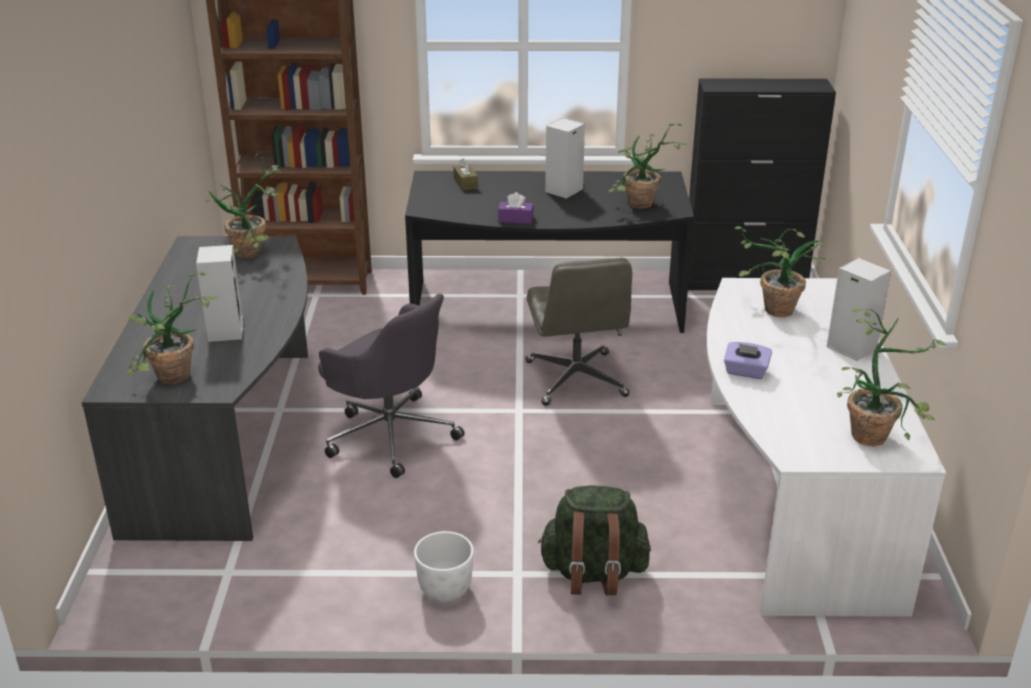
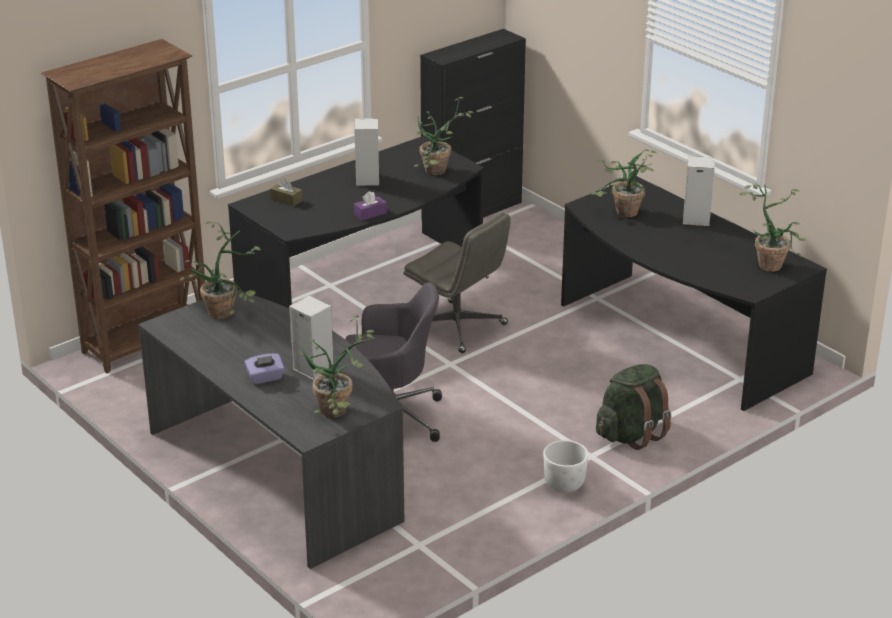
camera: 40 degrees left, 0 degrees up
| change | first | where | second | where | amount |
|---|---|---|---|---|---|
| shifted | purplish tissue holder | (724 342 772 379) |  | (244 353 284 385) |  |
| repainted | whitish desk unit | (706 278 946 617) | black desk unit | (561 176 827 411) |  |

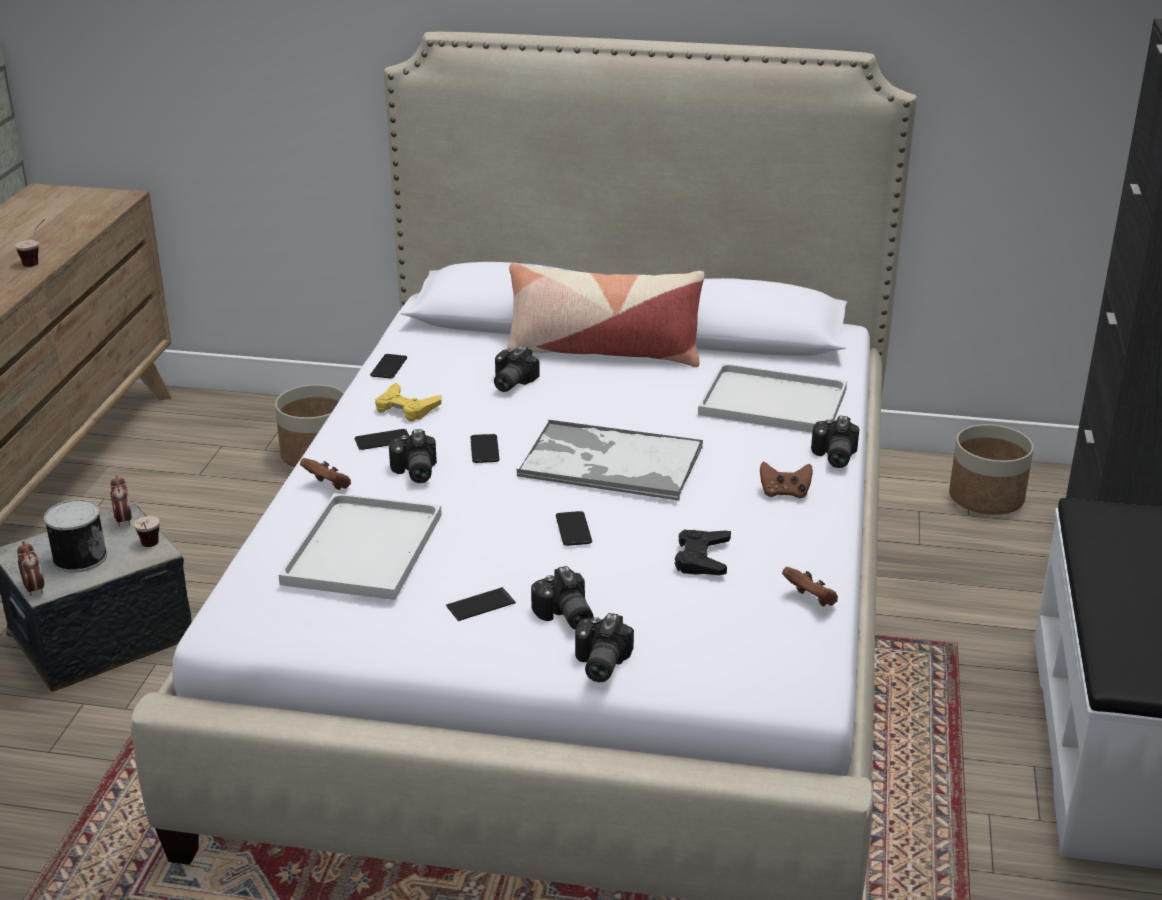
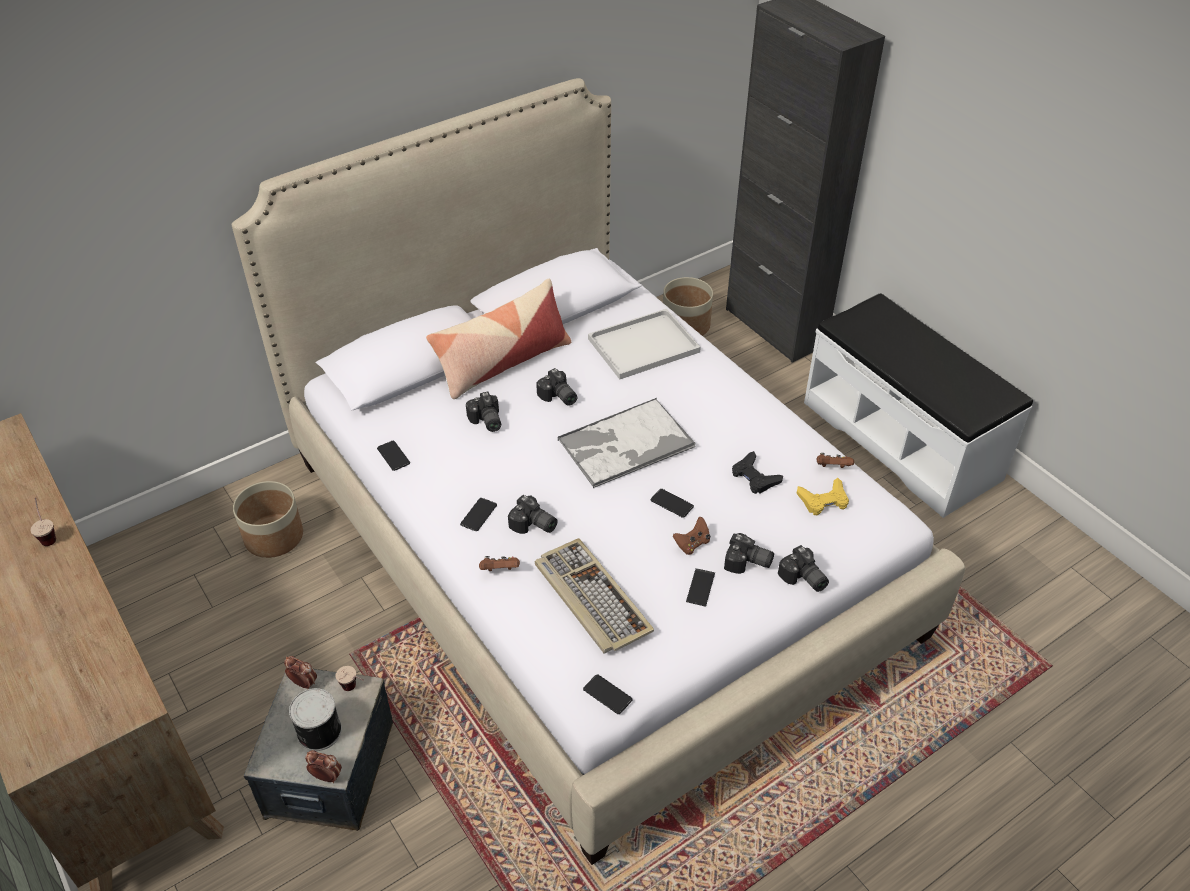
camera: 45 degrees left, 15 degrees up
| change | first | where | second | where | amount |
|---|---|---|---|---|---|
| shifted | yellowish gamepad | (375 383 441 422) |  | (796 478 849 515) |  |
| shifted | telephone | (470 434 500 463) |  | (583 674 632 714) |  |
| shifted | brown gamepad | (760 462 813 498) |  | (673 517 710 555) |  |
| shifted | still camera | (811 416 859 468) |  | (536 368 577 406) |  |
| swapped | whitish serving tray | (278 493 442 600) | PC keyboard | (535 538 654 654) |  |

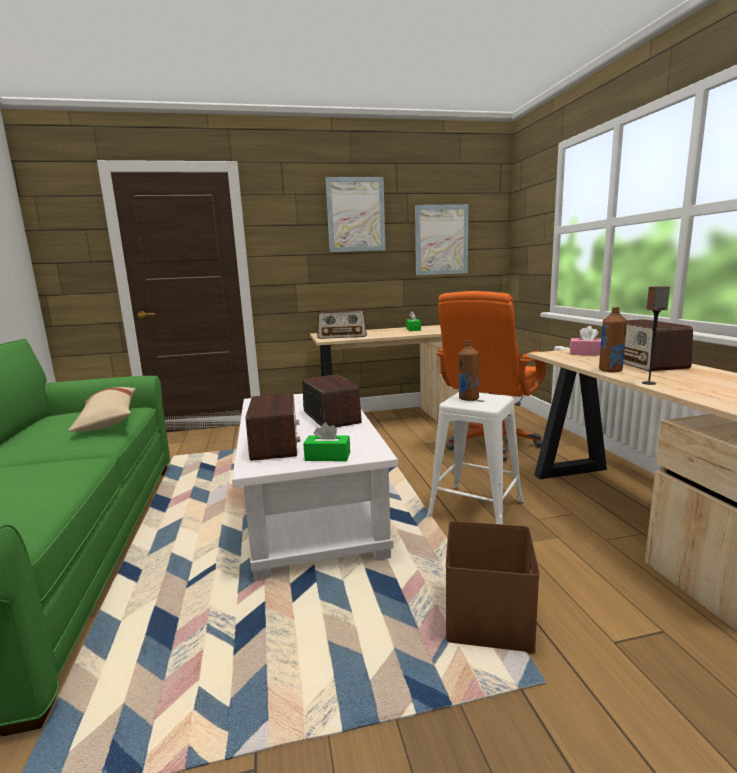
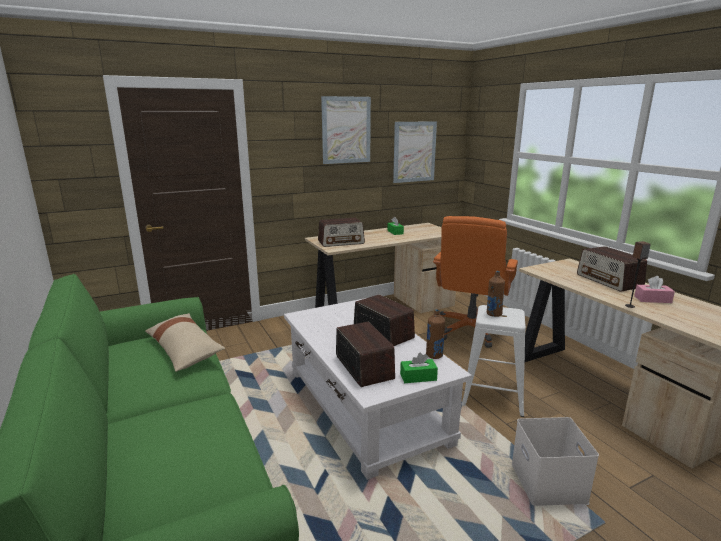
camera: 15 degrees left, 5 degrees up
| change | first | where | second | where | amount |
|---|---|---|---|---|---|
| shifted | pinkish tissue holder | (570 326 601 356) |  | (634 276 675 303) |  |
| shifted | brown bottle | (599 307 627 372) |  | (426 309 445 359) |  |
| repainted | brown storage container | (446 521 540 655) | whitish storage container | (512 417 599 506) |  |

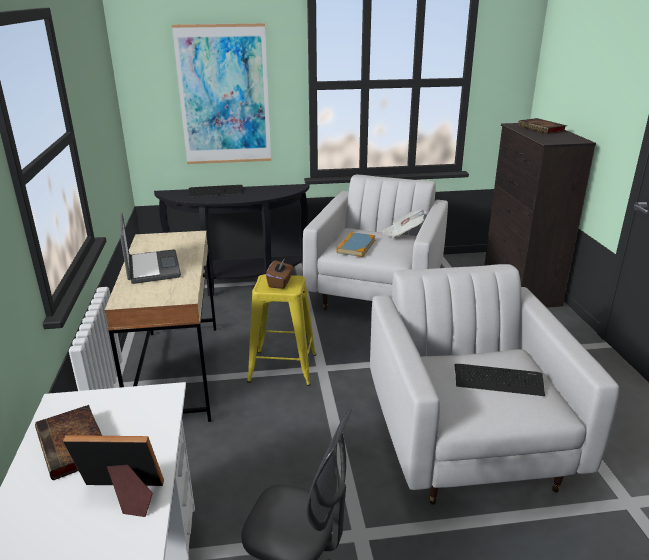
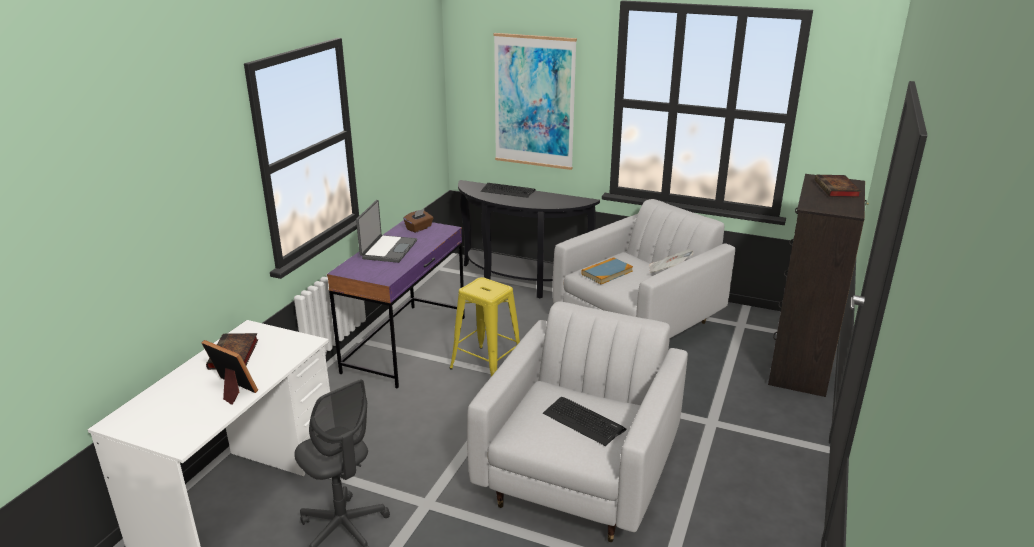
camera: 30 degrees right, 0 degrees up
| change | first | where | second | where | amount |
|---|---|---|---|---|---|
| shifted | brown tissue holder | (266 260 293 289) |  | (403 209 433 233) |  |
| repainted | sand-coloured desk unit | (104 231 216 422) | purplish desk unit | (327 220 465 388) |  |

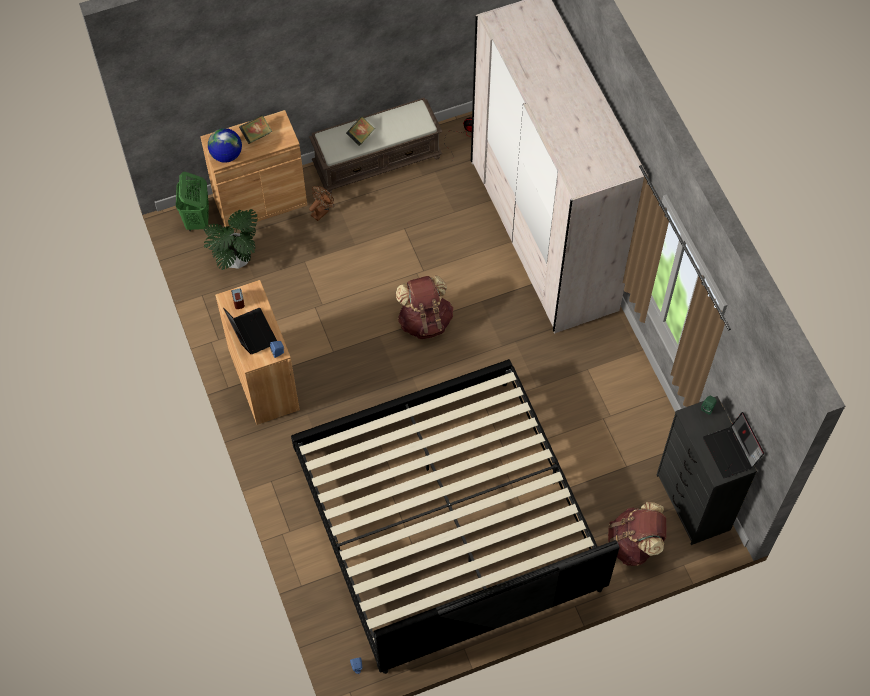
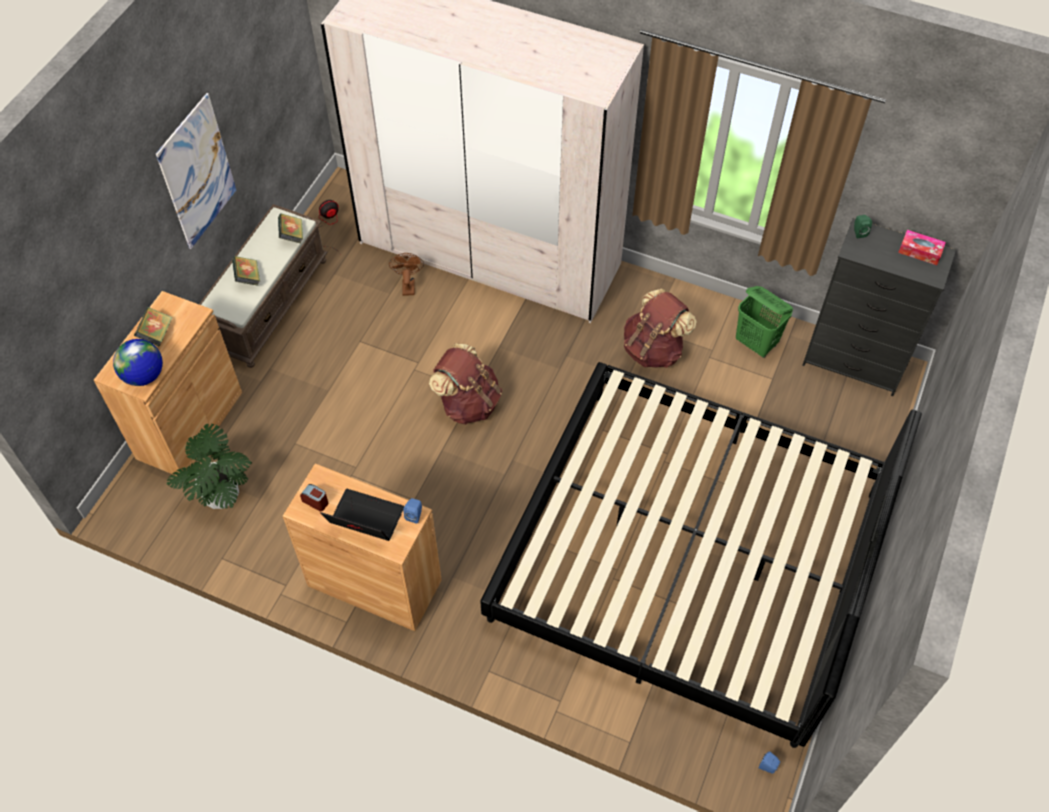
camera: 45 degrees left, 5 degrees down
| change | first | where | second | where | amount |
|---|---|---|---|---|---|
| new |  |  | picture | (156 93 236 249) |  |
| new |  |  | book | (278 213 303 244) |  |
| shifted | green laundry basket | (176 172 209 231) |  | (736 286 793 358) |  |
| shifted | brown electric fan | (309 186 334 221) |  | (389 253 424 296) |  |
| shifted | brown backpack | (608 502 666 566) |  | (624 288 697 368) |  |
| swapped | portable computer | (703 412 764 478) | tissue holder | (898 230 946 265) |  |

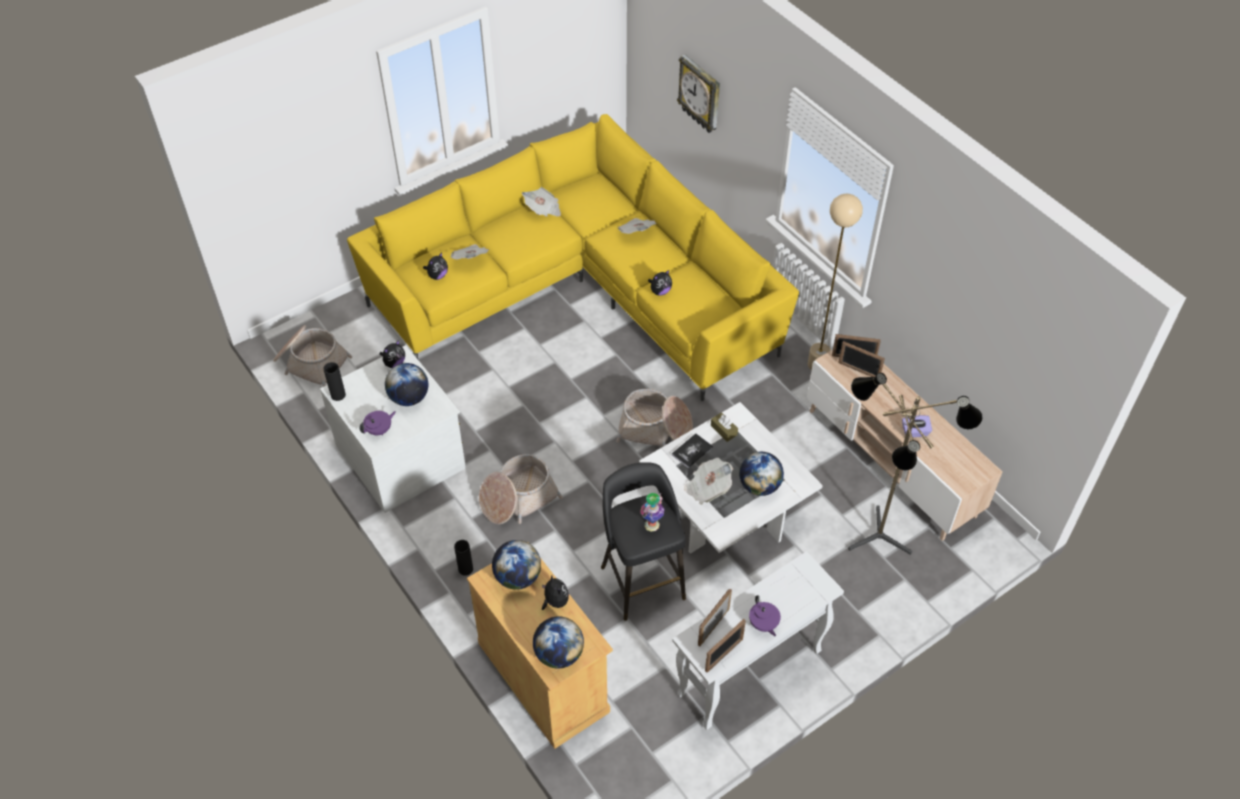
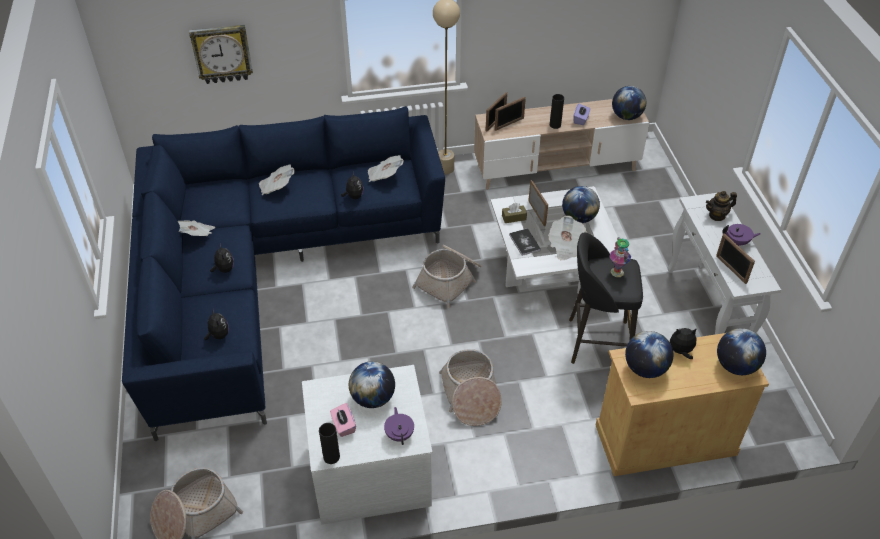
camera: 65 degrees left, 5 degrees down
| change | first | where | second | where | amount |
|---|---|---|---|---|---|
| gone | standing lamp | (848 373 983 555) |  |  |  |
| new |  |  | pinkish tissue holder | (330 403 356 437) |  |
| new |  |  | globe | (612 86 646 120) |  |
| new |  |  | pot for tea | (706 191 737 221) |  |
| shifted | cuddly toy | (379 340 405 368) |  | (210 245 234 273) |  |
| shifted | newspaper | (450 244 489 259) |  | (368 155 403 182) |  |
| shifted | black flower vase | (454 540 473 576) |  | (550 94 564 129) |  |
| shifted | photo frame | (705 619 746 673) |  | (528 180 548 226) |  |
| repainted | yellowish settee | (347 114 799 401) | blue settee | (122 106 445 441) |  |

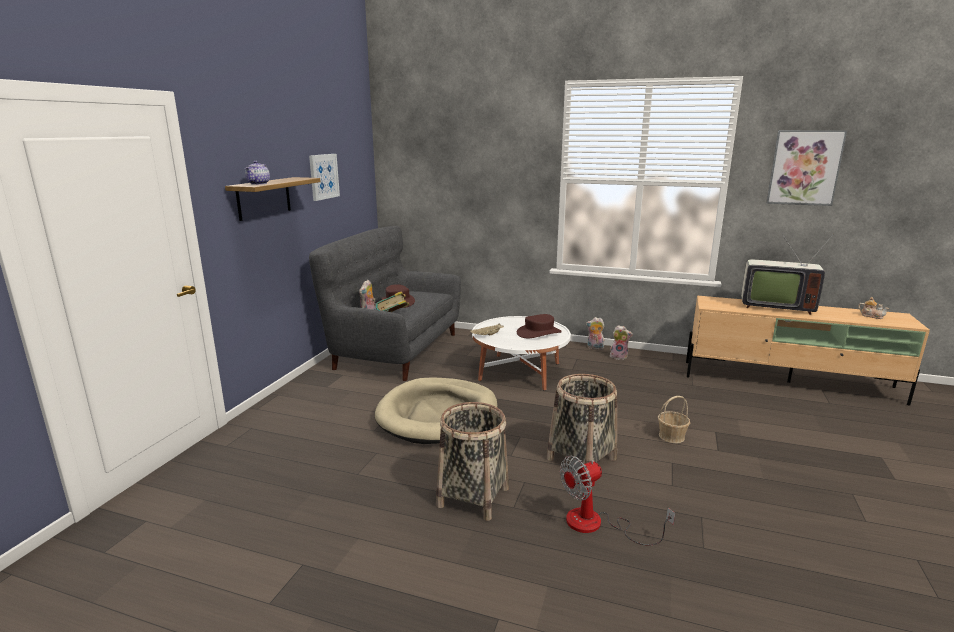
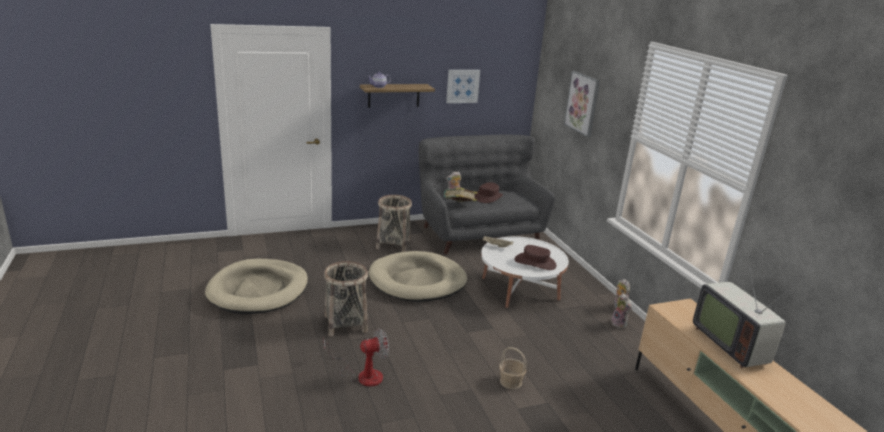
camera: 50 degrees right, 5 degrees up
| change | first | where | second | where | amount |
|---|---|---|---|---|---|
| gone | pot for tea | (858 297 889 319) |  |  |  |
| new |  |  | sand-coloured pet bed | (205 258 308 314) |  |
| shifted | storage basket | (547 374 617 464) |  | (376 195 412 252) |  |
| shifted | picture | (766 130 847 206) |  | (564 71 600 137) |  |
| rotated | electric fan | (560 456 675 546) |  | (324 328 389 387) | 135 degrees clockwise |

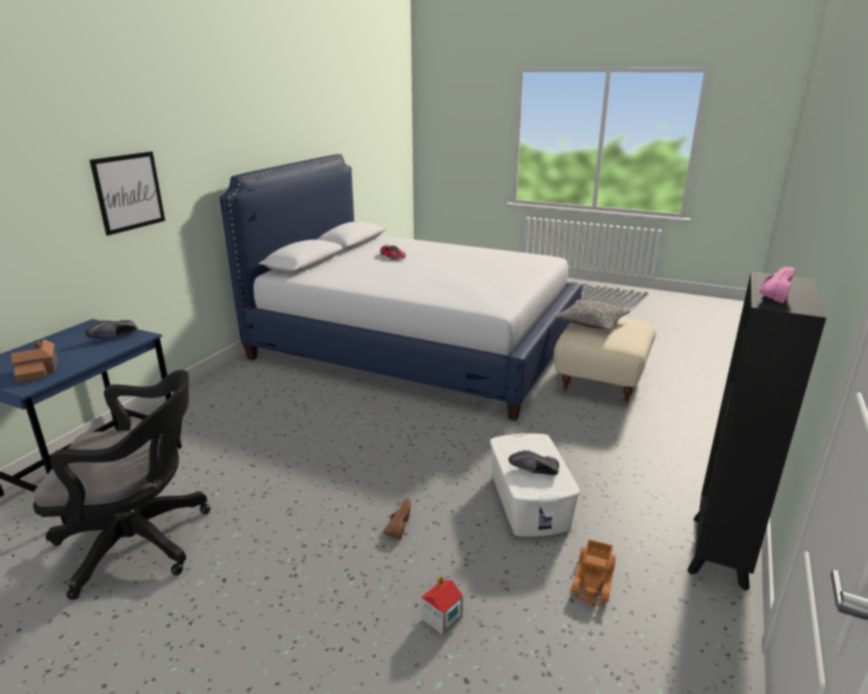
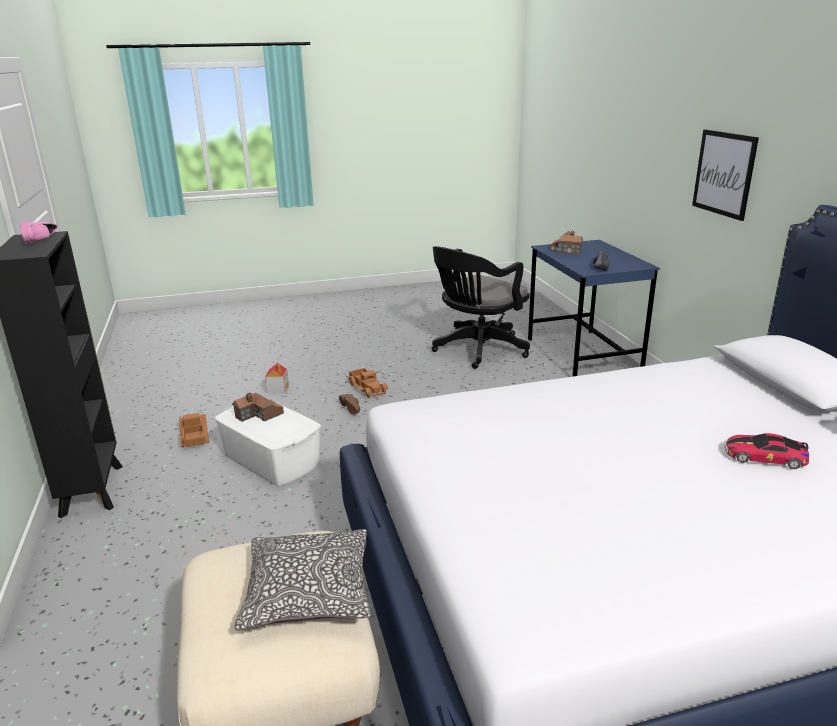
camera: 140 degrees right, 0 degrees up
| change | first | where | second | where | amount |
|---|---|---|---|---|---|
| new |  |  | toy lorry | (348 368 388 398) |  |
| swapped | black shoe | (508 450 559 475) | miniature house | (232 392 284 422) |  |

